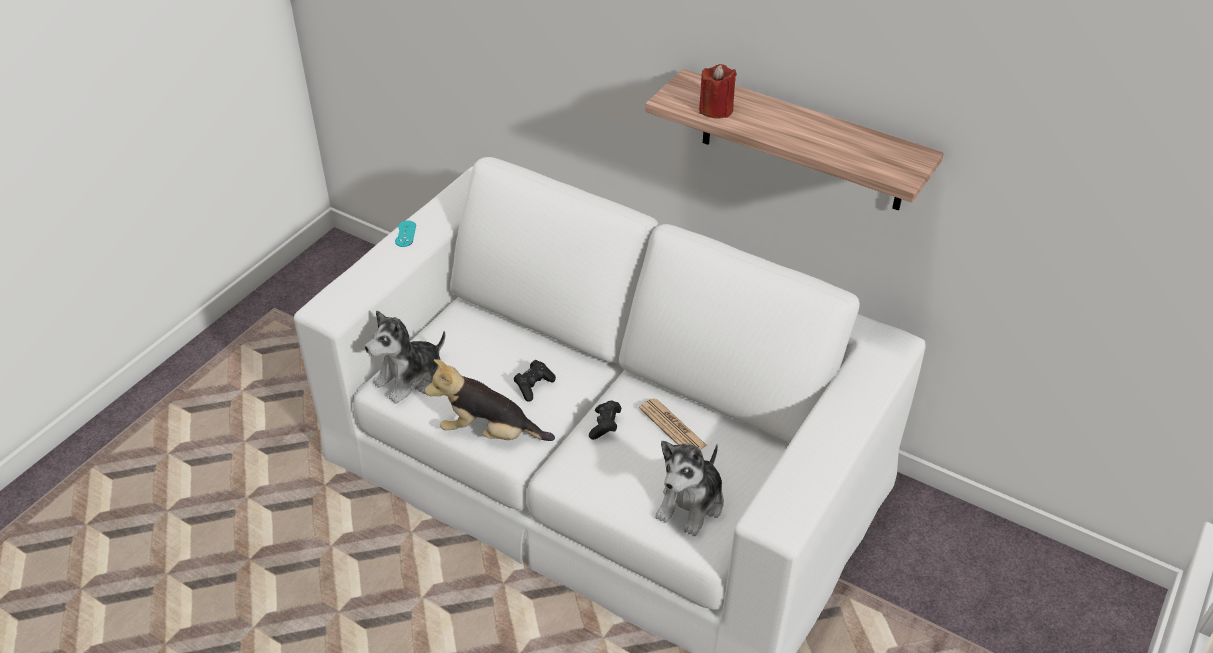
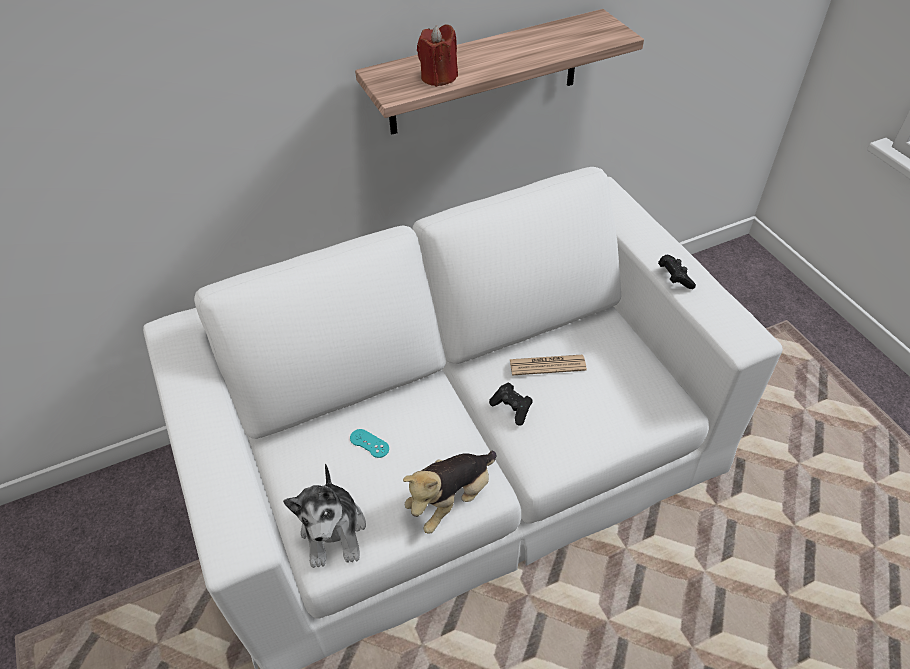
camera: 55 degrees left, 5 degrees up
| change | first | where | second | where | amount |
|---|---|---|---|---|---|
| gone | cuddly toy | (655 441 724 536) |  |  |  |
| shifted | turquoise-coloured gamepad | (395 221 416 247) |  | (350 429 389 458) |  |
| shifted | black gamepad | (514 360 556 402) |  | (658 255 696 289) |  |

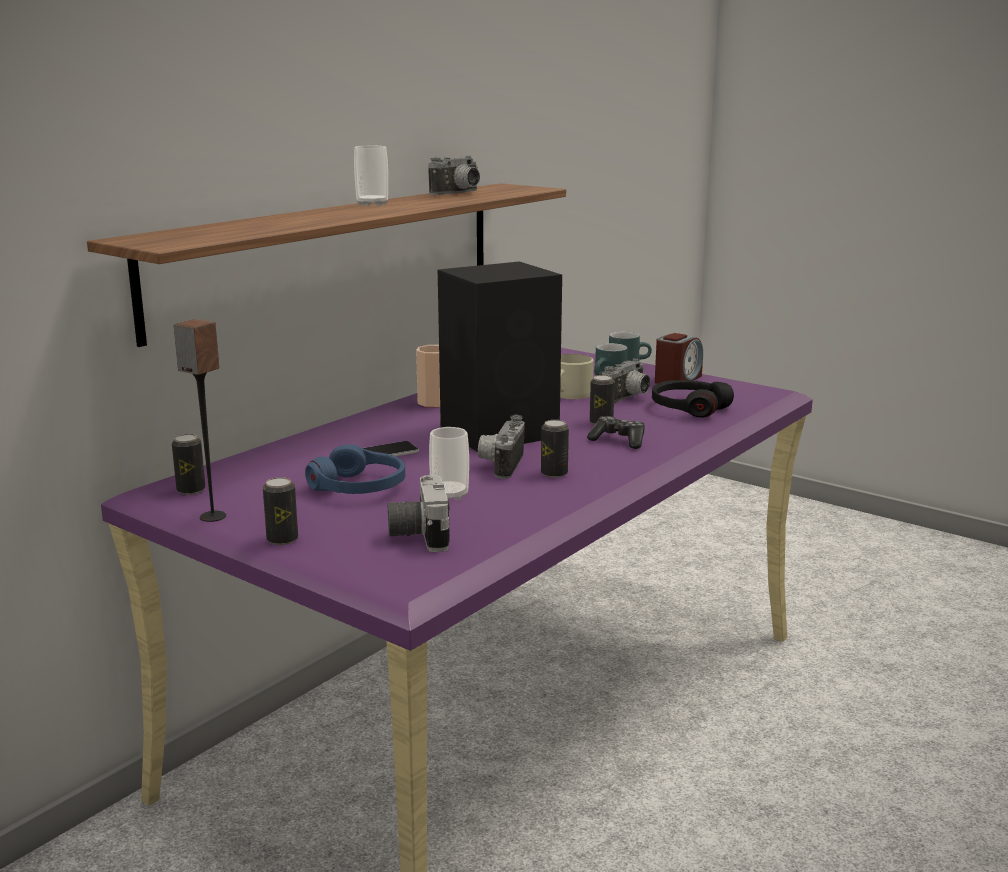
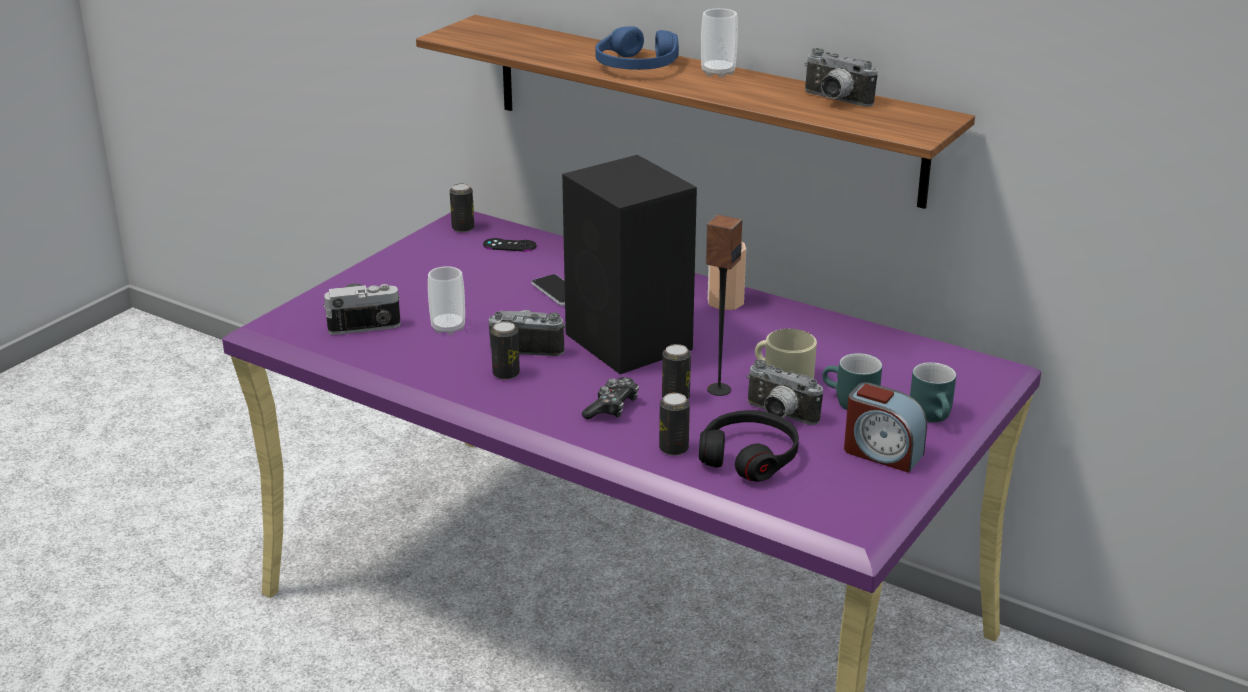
camera: 85 degrees right, 10 degrees up
| change | first | where | second | where | amount |
|---|---|---|---|---|---|
| new |  |  | black gamepad | (483 238 537 251) |  |
| shifted | loudspeaker | (174 319 226 522) |  | (706 215 742 396) |  |
| shifted | sealed can | (263 477 298 545) |  | (659 393 690 456) |  |
| shifted | blue pair of headphones | (305 444 405 494) |  | (595 26 679 70) |  |

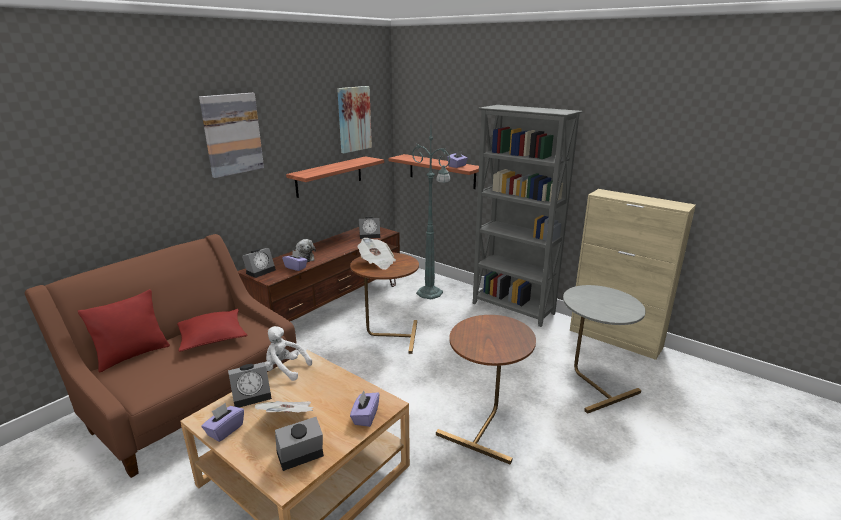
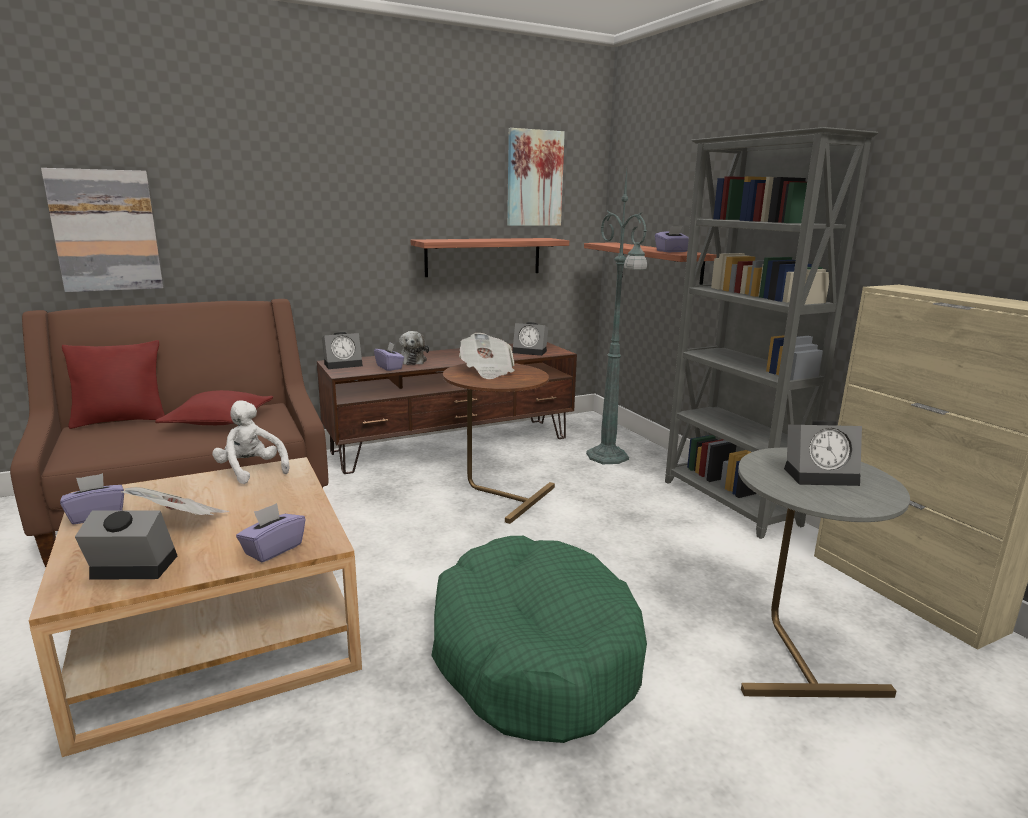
camera: 25 degrees right, 5 degrees down
| change | first | where | second | where | amount |
|---|---|---|---|---|---|
| shifted | picture | (199 93 264 178) |  | (41 168 163 292) |  |
| shifted | bedside clock | (228 362 272 408) |  | (784 420 862 486) |  |
| swapped | brown side table | (436 315 536 464) | green pet bed | (431 536 647 743) |  |

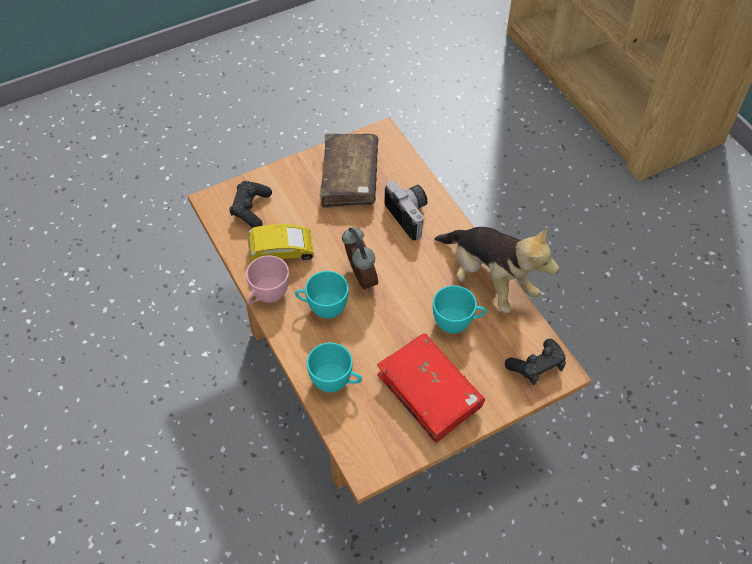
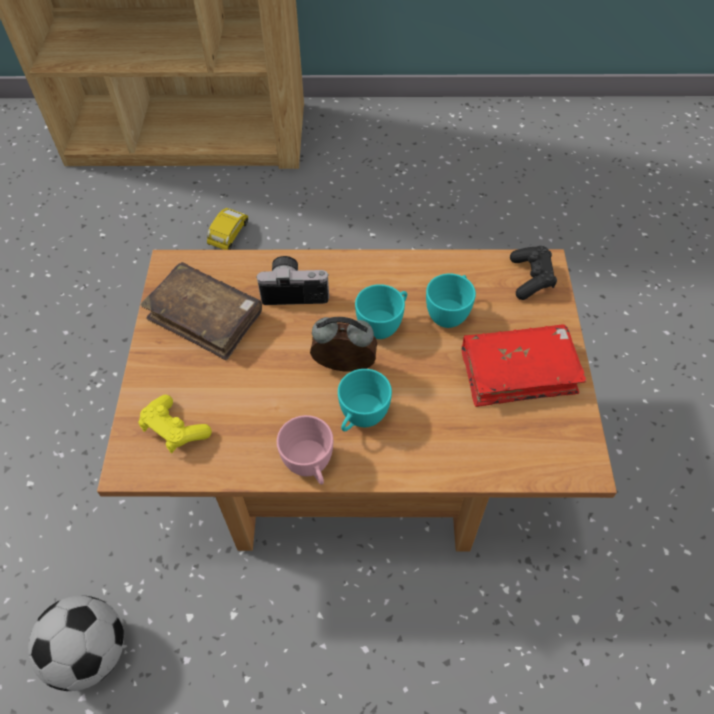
camera: 60 degrees left, 0 degrees up
| change | first | where | second | where | amount |
|---|---|---|---|---|---|
| gone | cuddly toy | (434 227 559 313) |  |  |  |
| new |  |  | ball for football | (28 596 124 691) |  |
| shifted | yellowish toy car | (248 224 314 263) |  | (207 208 248 250) |  |
| shifted | turquoise-coloured small cup | (307 342 362 392) |  | (355 284 407 339) |  |
| repainted | black gamepad | (229 181 272 228) | yellowish gamepad | (138 395 212 453) |  |

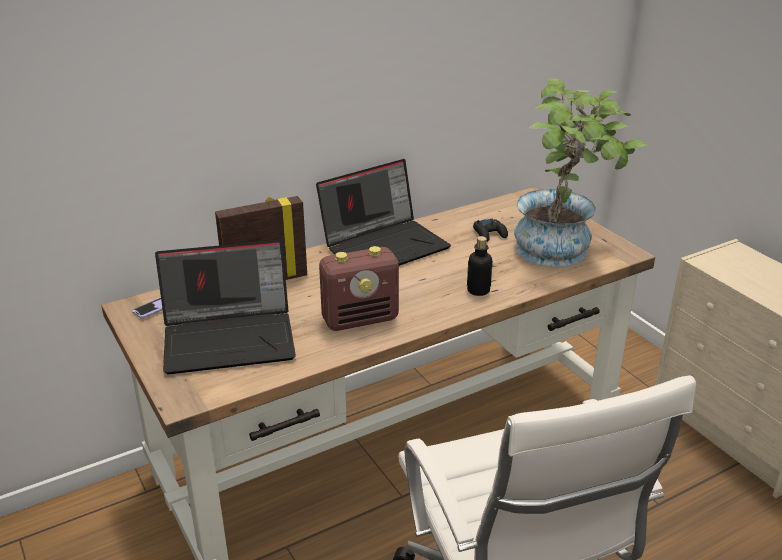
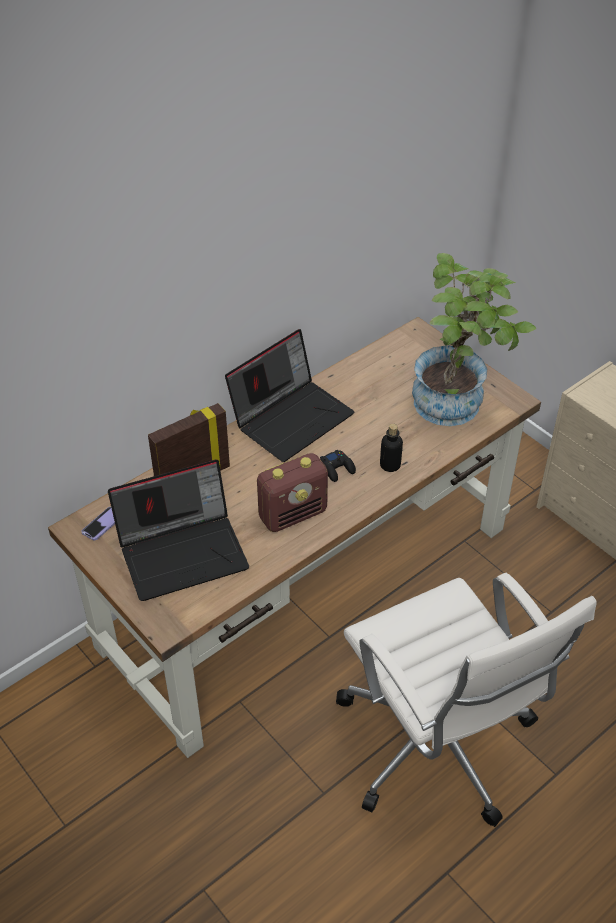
camera: 10 degrees left, 15 degrees up
| change | first | where | second | where | amount |
|---|---|---|---|---|---|
| shifted | black gamepad | (473 219 508 242) |  | (320 450 356 482) |  |

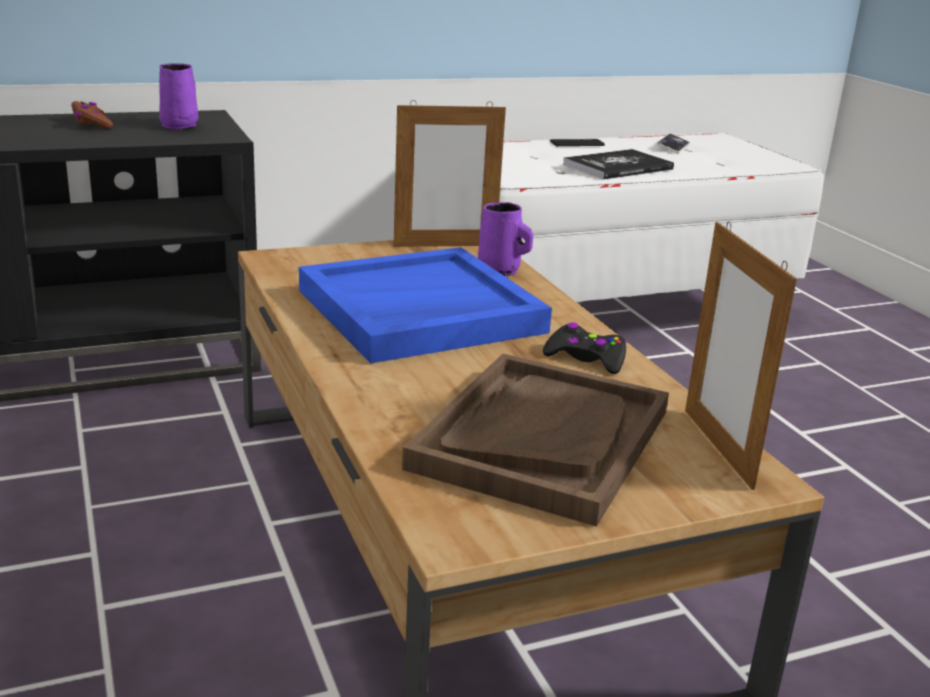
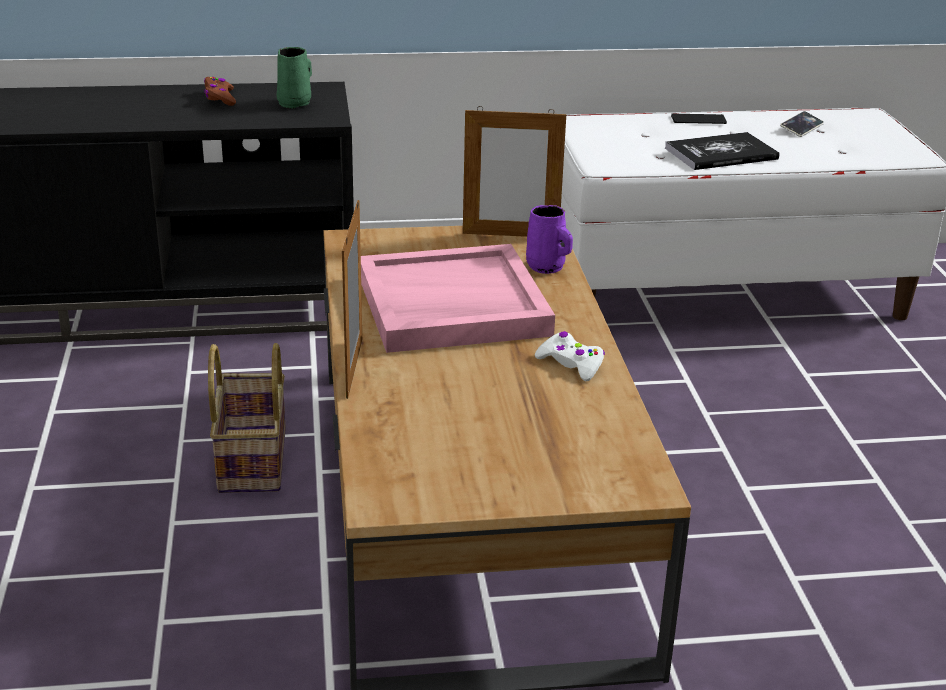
camera: 15 degrees right, 5 degrees up
| change | first | where | second | where | amount |
|---|---|---|---|---|---|
| gone | brown serving tray | (402 354 669 526) |  |  |  |
| new |  |  | storage basket | (208 343 286 493) |  |
| shifted | photo frame | (685 222 797 490) |  | (342 200 362 399) |  |
| repainted | purplish mug | (159 63 198 130) | green mug | (277 47 312 108) |  |
| repainted | blue serving tray | (299 247 552 363) | pinkish serving tray | (361 244 555 353) |  |
| repainted | black gamepad | (543 322 627 374) | whitish gamepad | (535 331 605 381) |  |

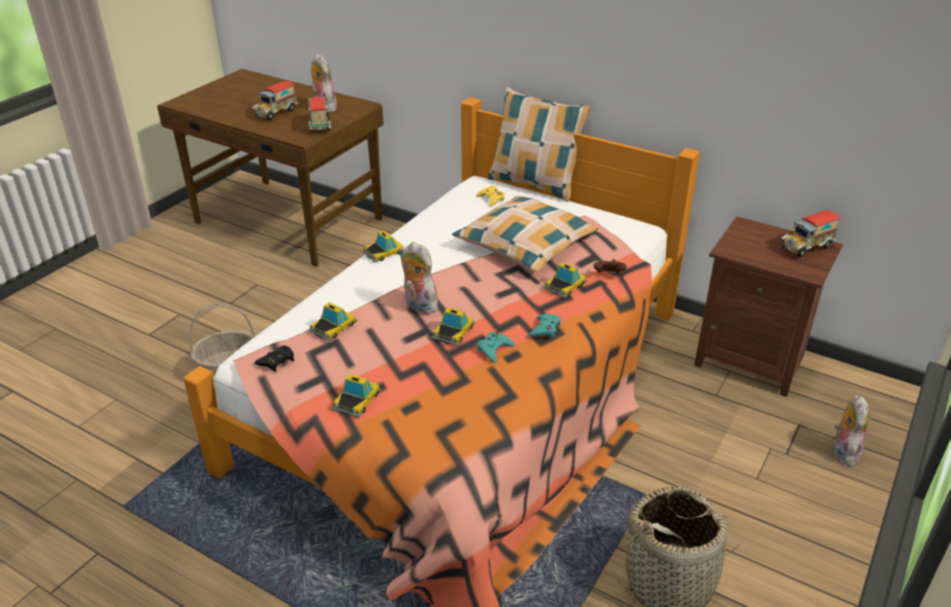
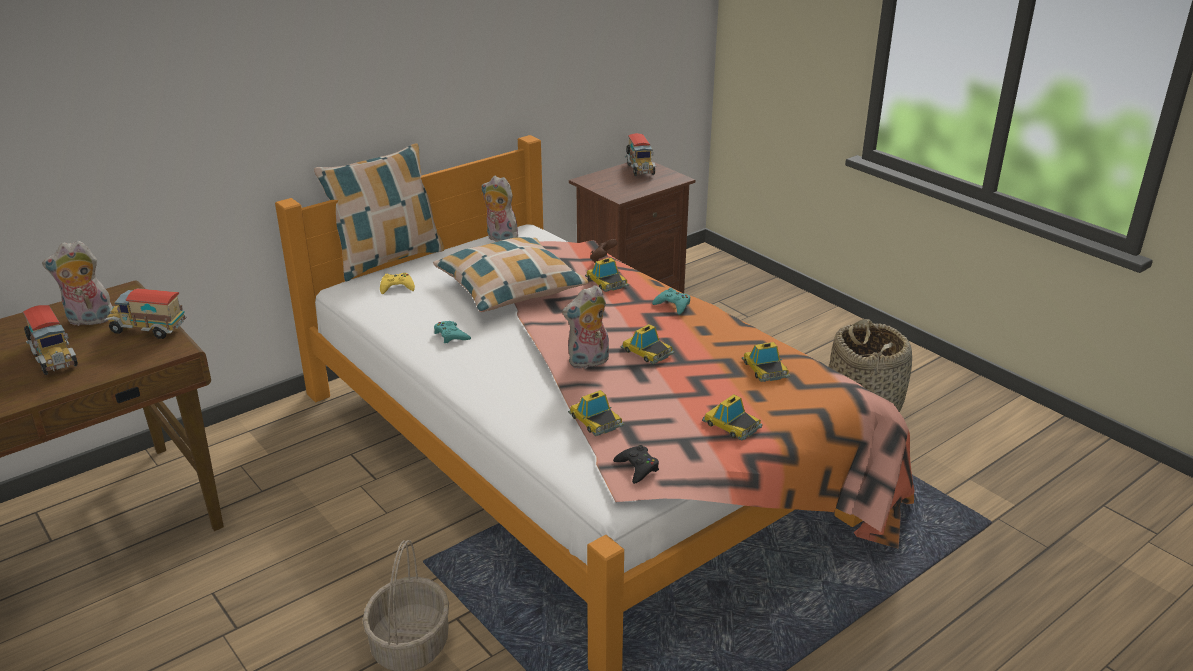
camera: 70 degrees left, 5 degrees down
| change | first | where | second | where | amount |
|---|---|---|---|---|---|
| shifted | toy car | (362 231 404 262) |  | (742 342 790 382) |  |
| shifted | turquoise-coloured gamepad | (477 332 515 363) |  | (434 321 471 343) |  |
| shifted | cuddly toy | (834 395 870 466) |  | (482 176 518 242) |  |

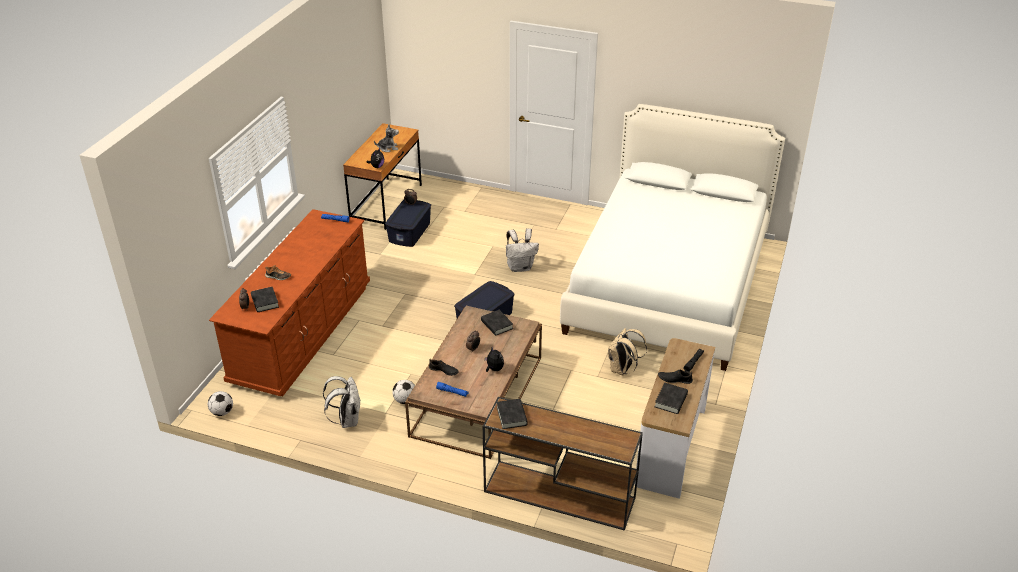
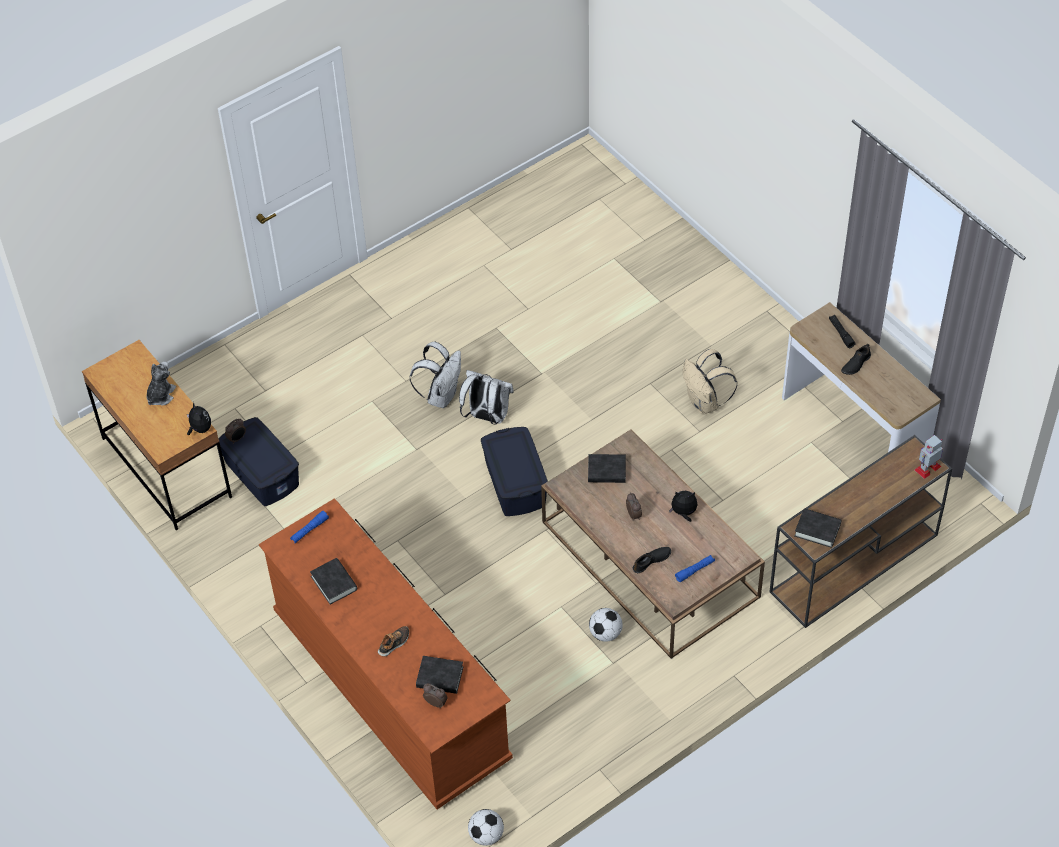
camera: 55 degrees left, 15 degrees up
| change | first | where | second | where | amount |
|---|---|---|---|---|---|
| gone | whitish bed | (560 104 785 371) |  |  |  |
| new |  |  | robot figure | (915 435 943 479) |  |
| shifted | whitish backpack | (323 376 360 428) |  | (459 370 514 424) |  |
| shifted | black book | (655 383 688 414) |  | (310 558 357 604) |  |

